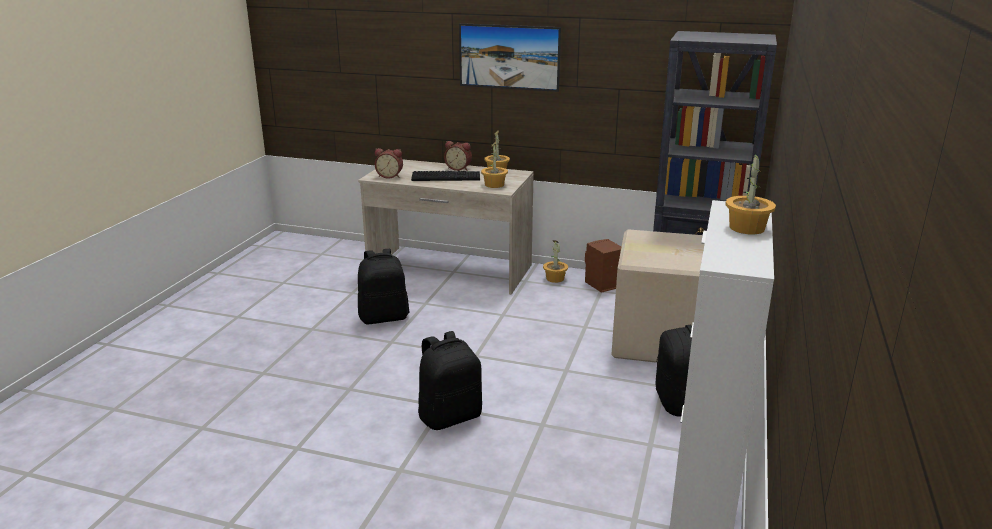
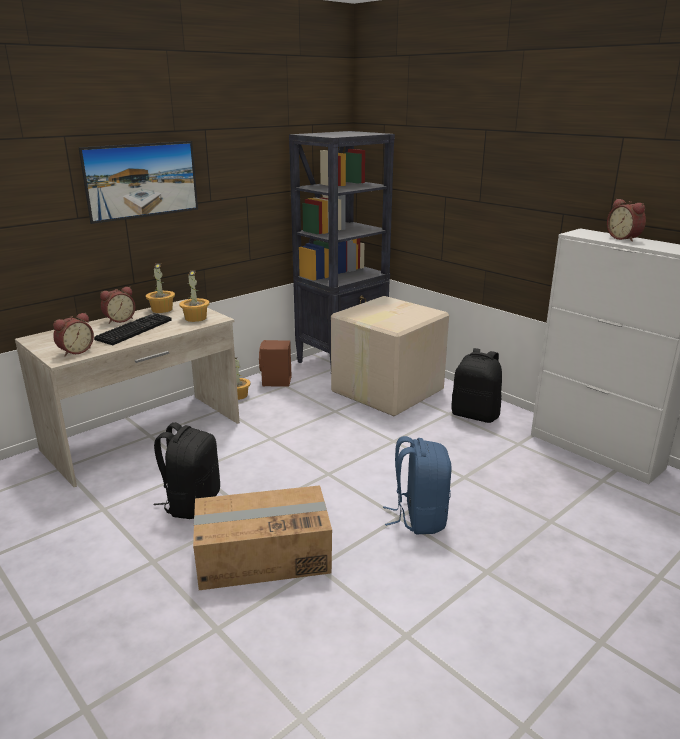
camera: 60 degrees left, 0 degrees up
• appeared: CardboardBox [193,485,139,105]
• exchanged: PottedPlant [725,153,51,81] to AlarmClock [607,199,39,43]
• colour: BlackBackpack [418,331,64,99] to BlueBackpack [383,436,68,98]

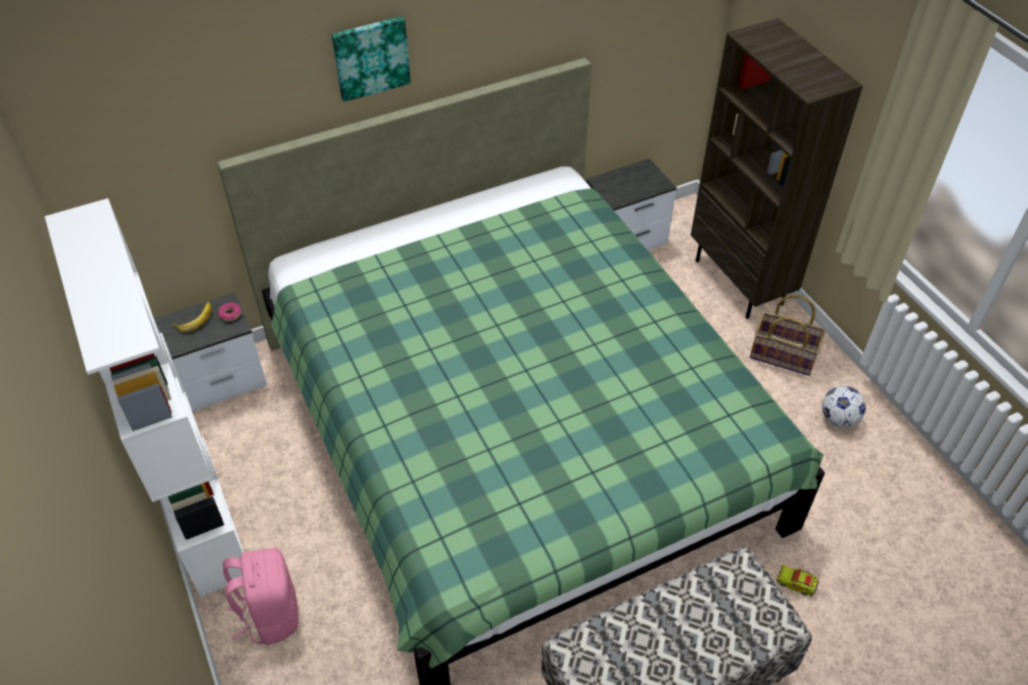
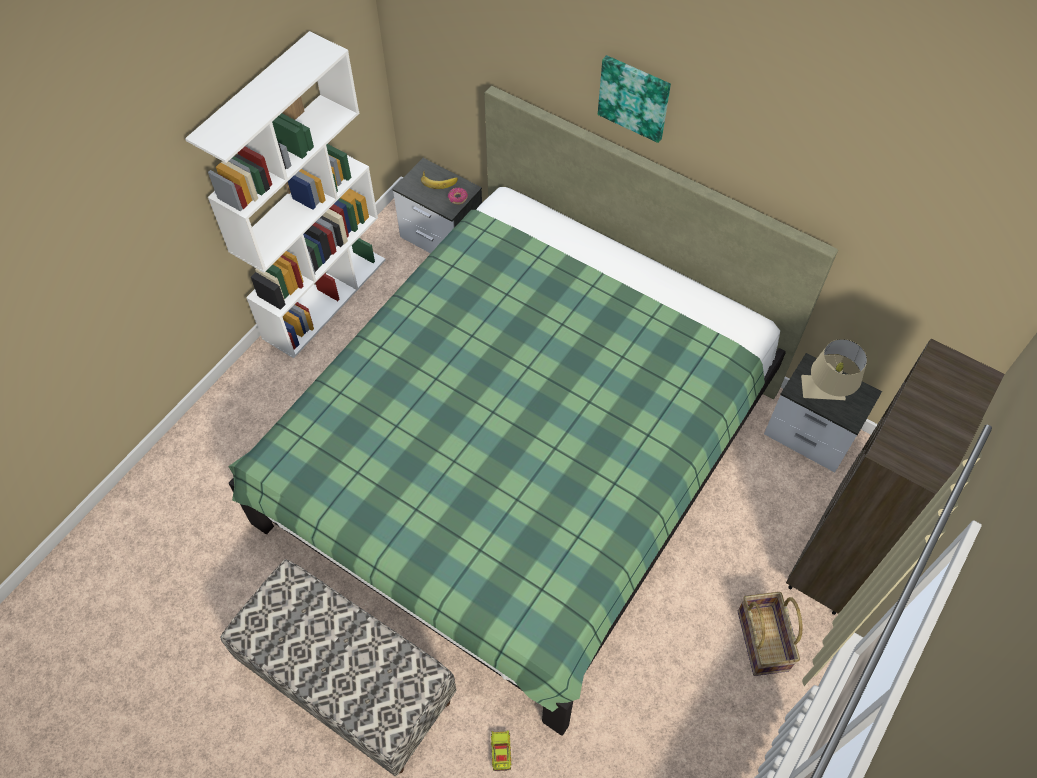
camera: 60 degrees right, 10 degrees up
• missing: PinkBackpack [223,548,76,97]
• missing: Football [822,386,44,42]
• appeared: BeigeTableLamp [801,339,66,61]

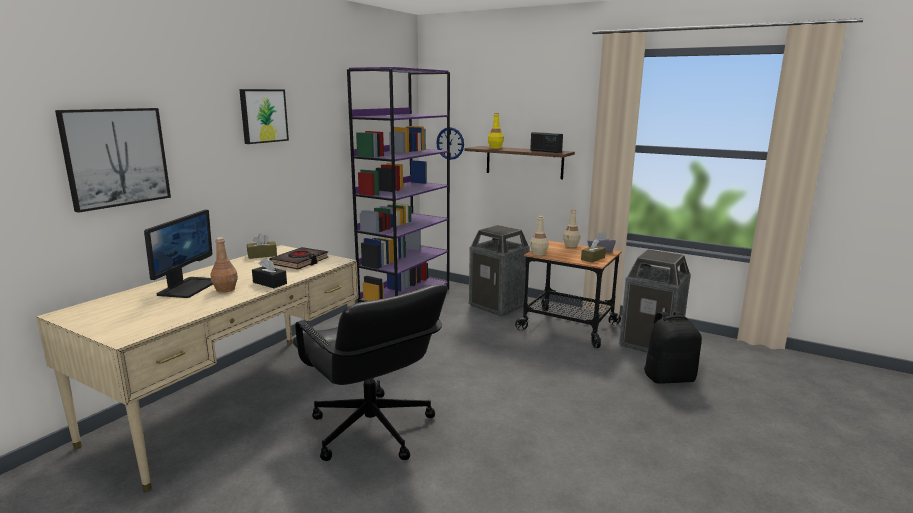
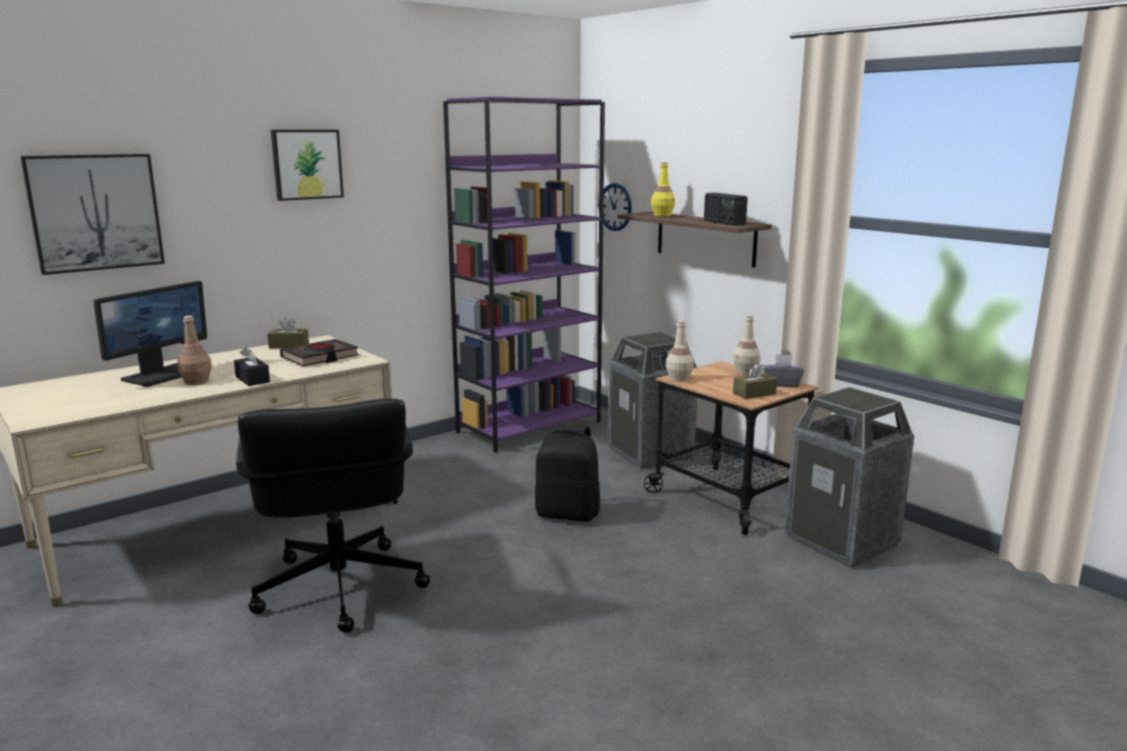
camera: 20 degrees right, 0 degrees up
• relocated: BlackBackpack [644,311,58,73] to [535,424,65,98]

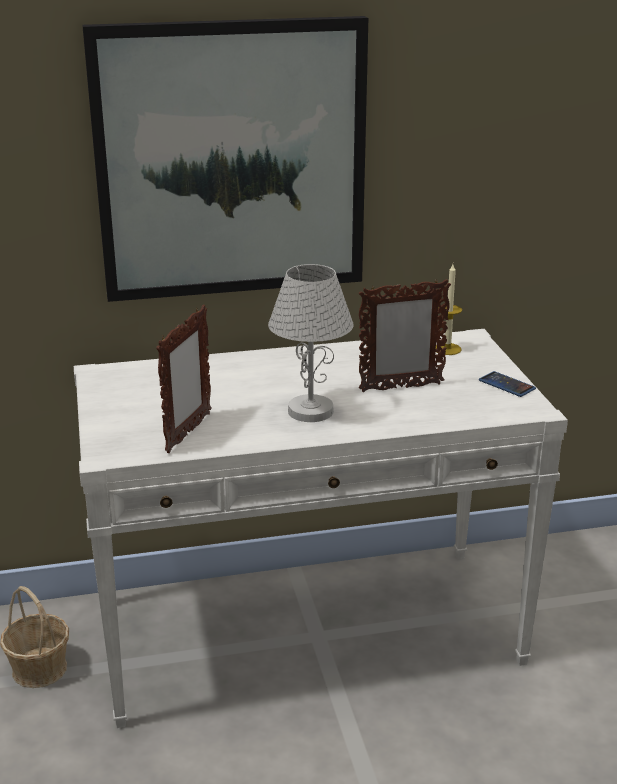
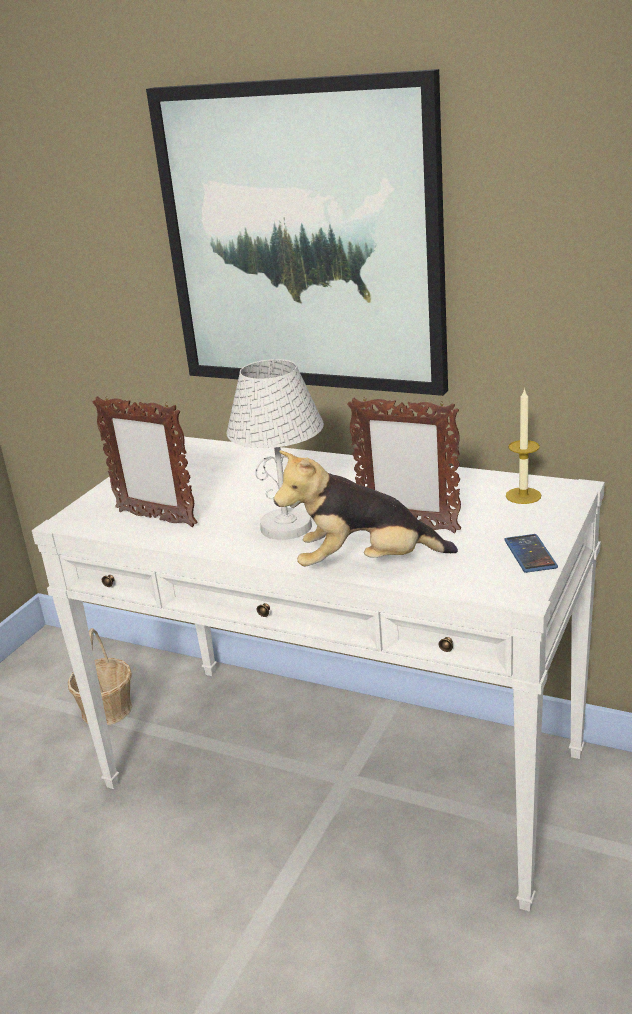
camera: 40 degrees right, 0 degrees up
• appeared: PlushToy [274,450,184,117]
• spun: PictureFrame [156,305,56,148] = [92,396,105,131] 60 degrees clockwise

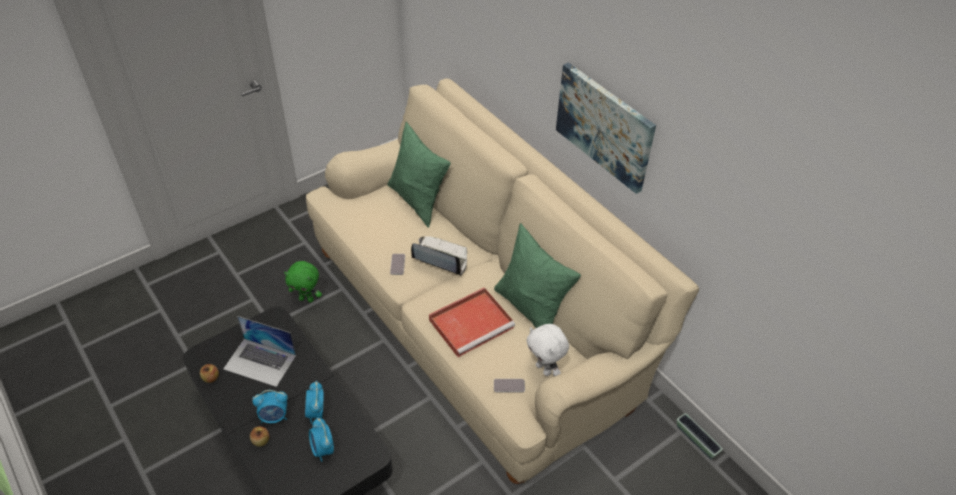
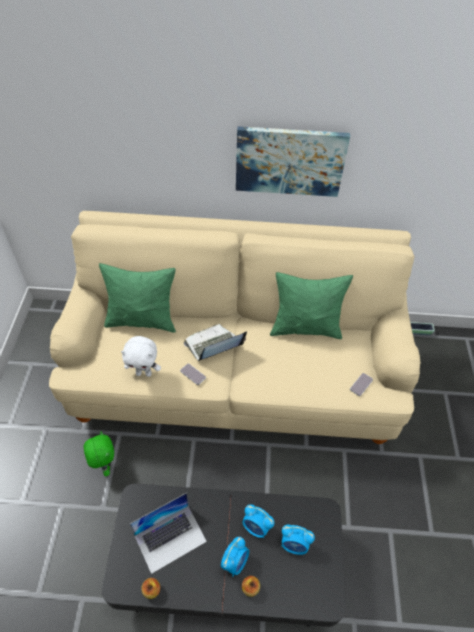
camera: 50 degrees left, 5 degrees up
• missing: RedTray [429,287,86,70]
• relocated: WhitePlushToy [526,324,43,52] to [121,336,40,41]
• spun: GreenPlushToy [284,261,38,42] = [83,432,31,44] 75 degrees counterclockwise

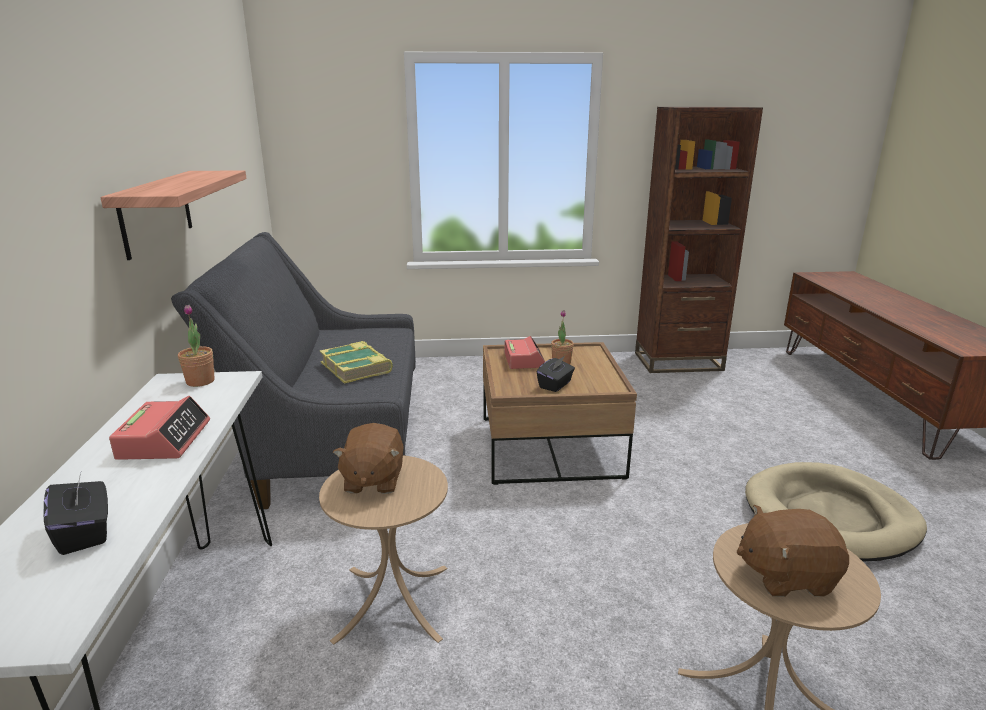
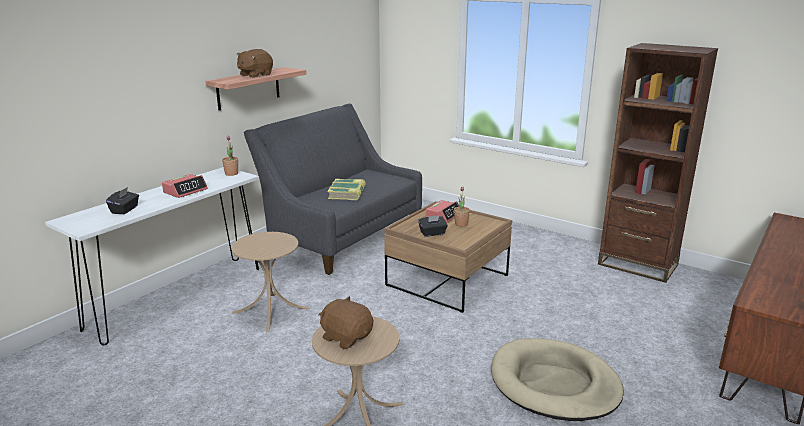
camera: 40 degrees right, 0 degrees up
• relocated: BrownPlushToy [333,423,70,71] to [237,49,36,29]

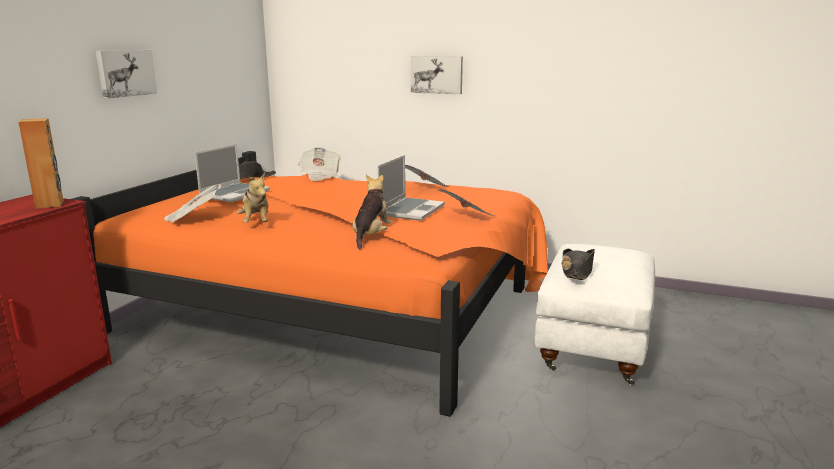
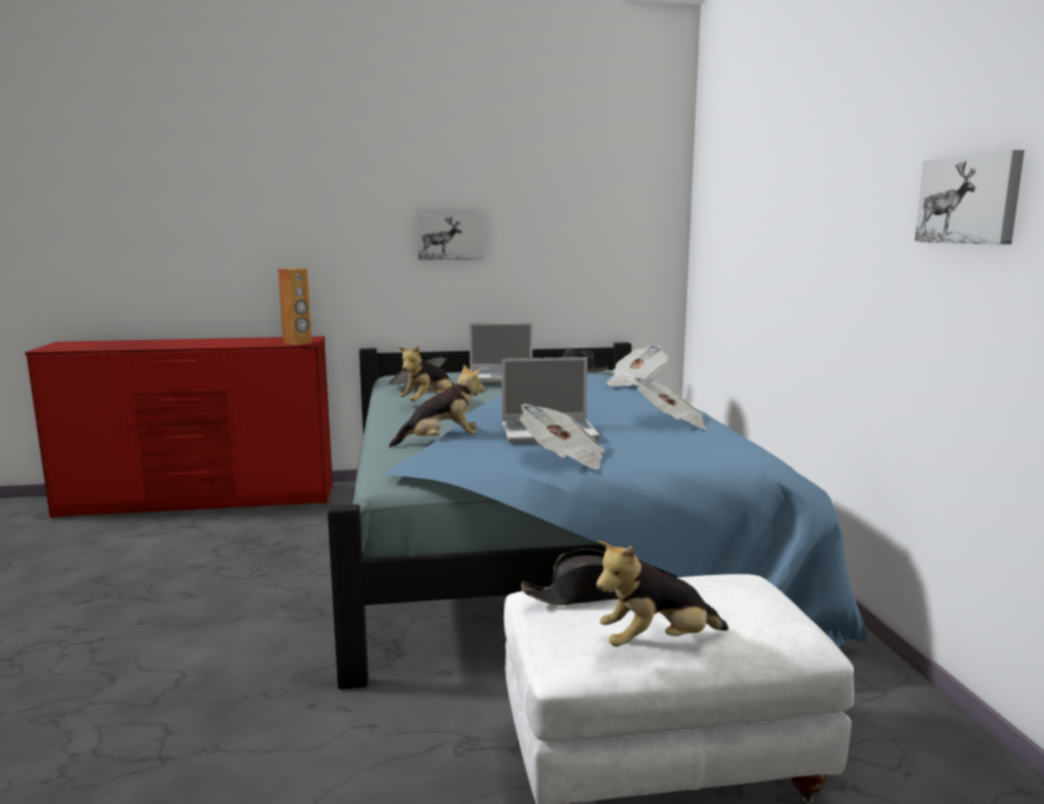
camera: 60 degrees right, 5 degrees down
• appeared: PlushToy [596,541,133,106]
• relocated: Picture [411,56,52,38] to [915,150,109,94]
• colour: OrangeBed [72,151,476,266] to BlueBed [328,342,539,348]

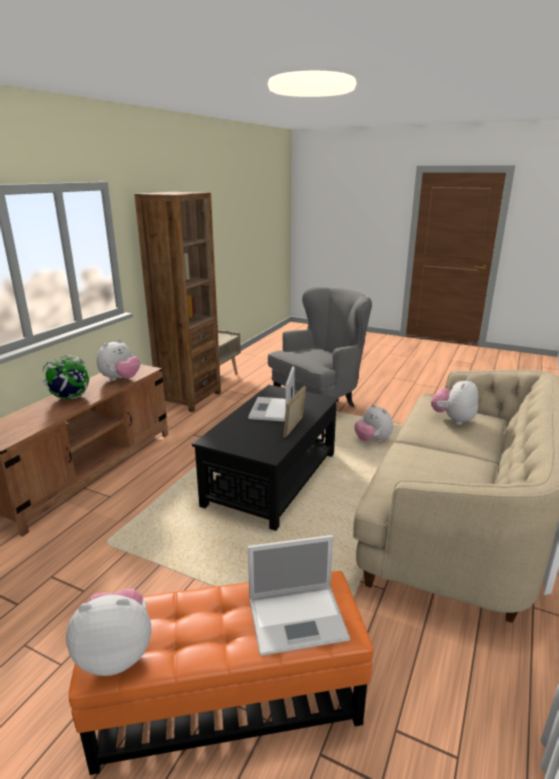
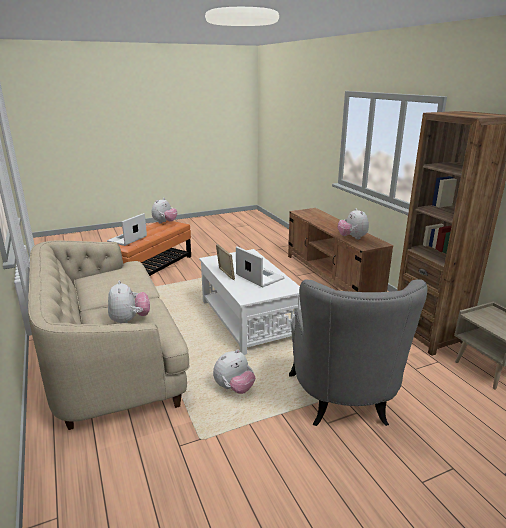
camera: 130 degrees right, 0 degrees up
• missing: Globe [42,355,48,44]
• colour: BlackCoffeeTable [192,385,147,146] to WhiteCoffeeTable [199,249,102,106]
• spun: PlushToy [354,404,39,38] = [213,349,42,45] 135 degrees clockwise

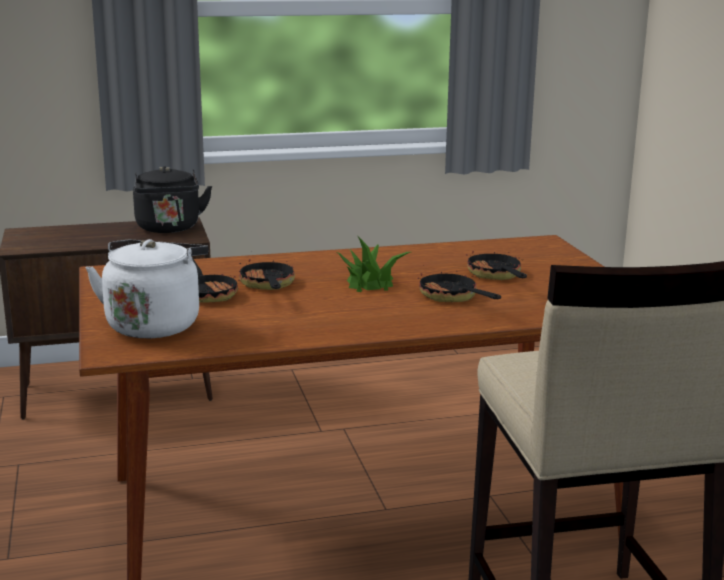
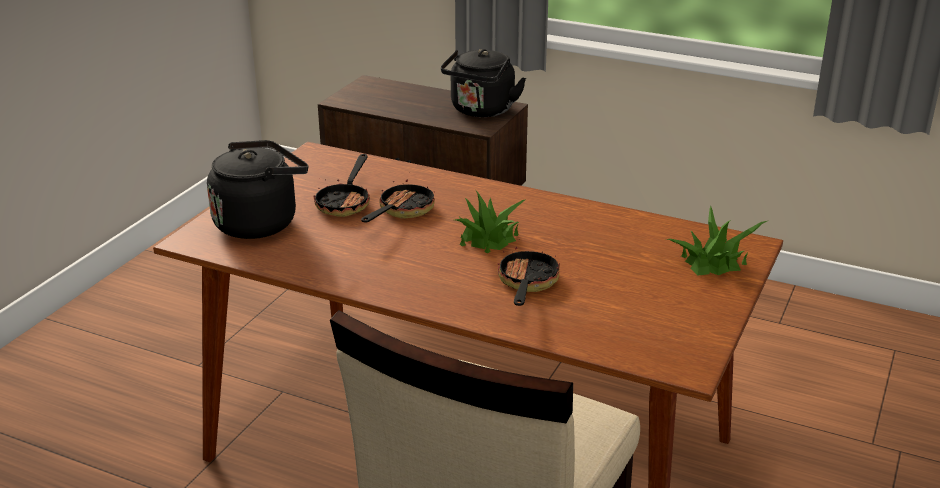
camera: 40 degrees right, 10 degrees up
• missing: FryingPan [466,243,61,37]
• appeared: PottedPlant [665,206,102,70]
• colour: WhiteKettle [86,239,123,99] to BlackKettle [207,140,101,99]

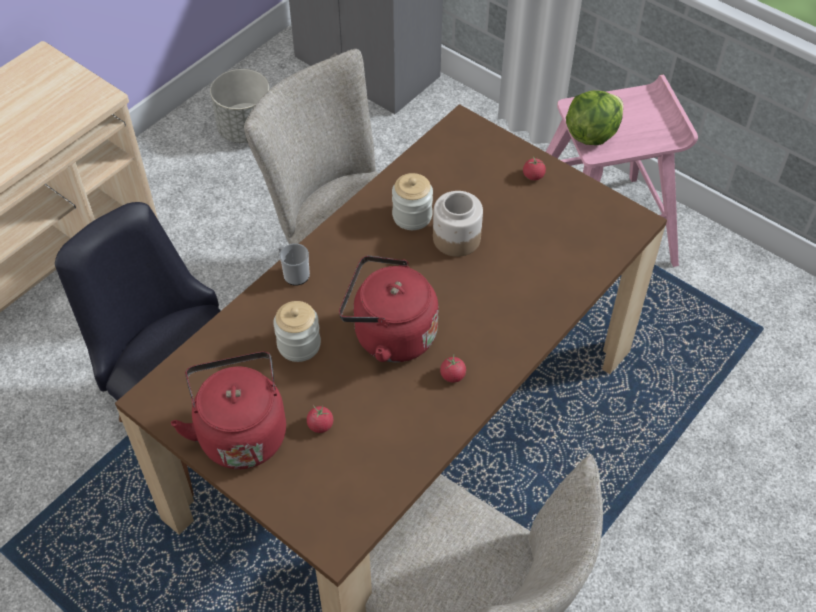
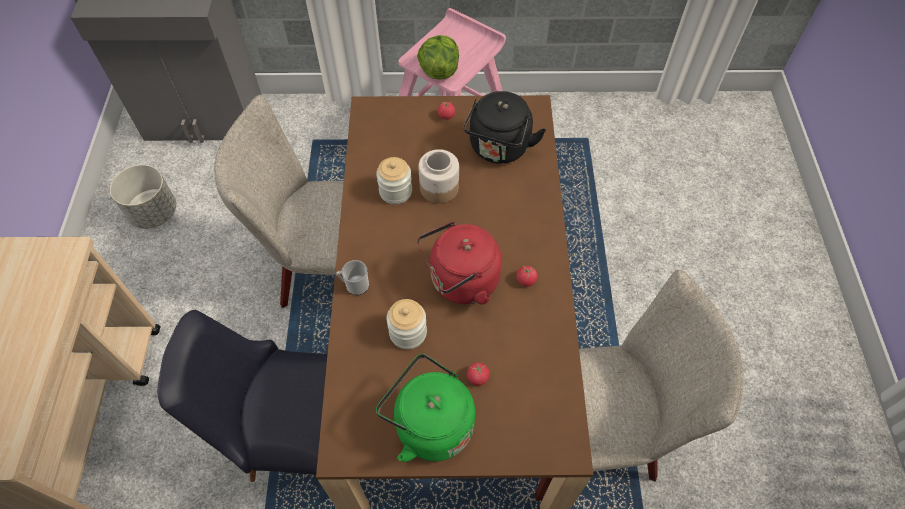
camera: 40 degrees left, 5 degrees up
• appeared: BlackKettle [463,91,83,73]
• colour: RedKettle [171,352,115,117] to GreenKettle [376,354,99,108]

